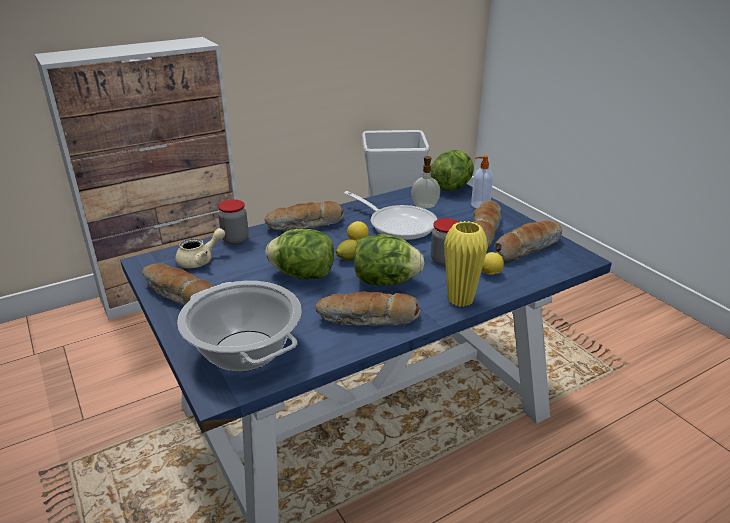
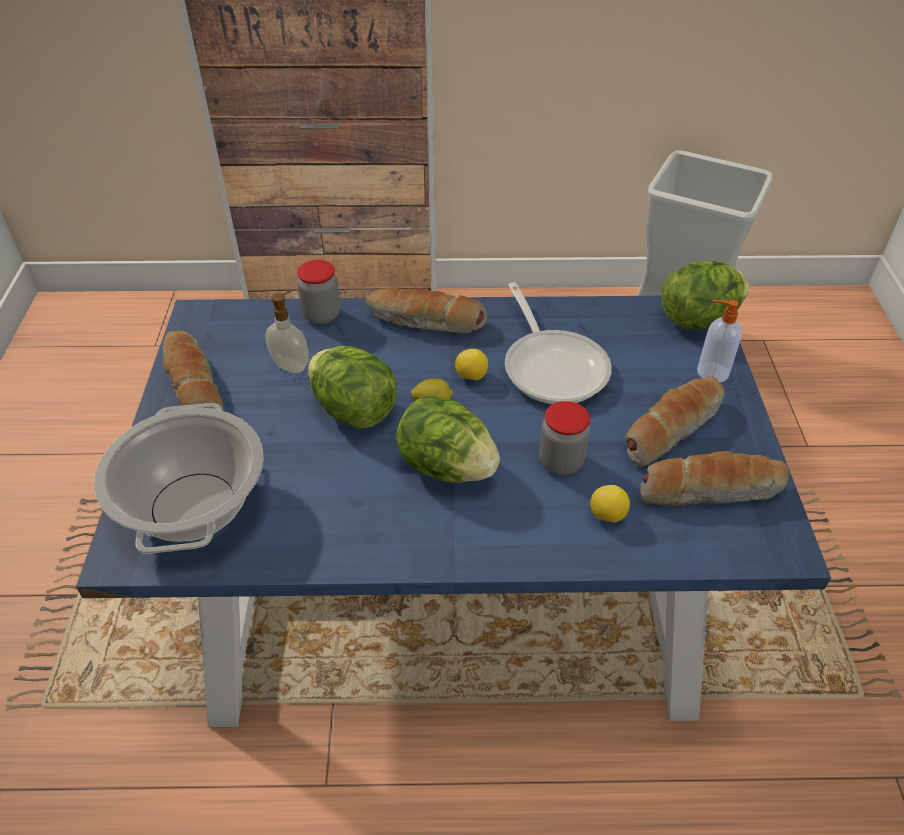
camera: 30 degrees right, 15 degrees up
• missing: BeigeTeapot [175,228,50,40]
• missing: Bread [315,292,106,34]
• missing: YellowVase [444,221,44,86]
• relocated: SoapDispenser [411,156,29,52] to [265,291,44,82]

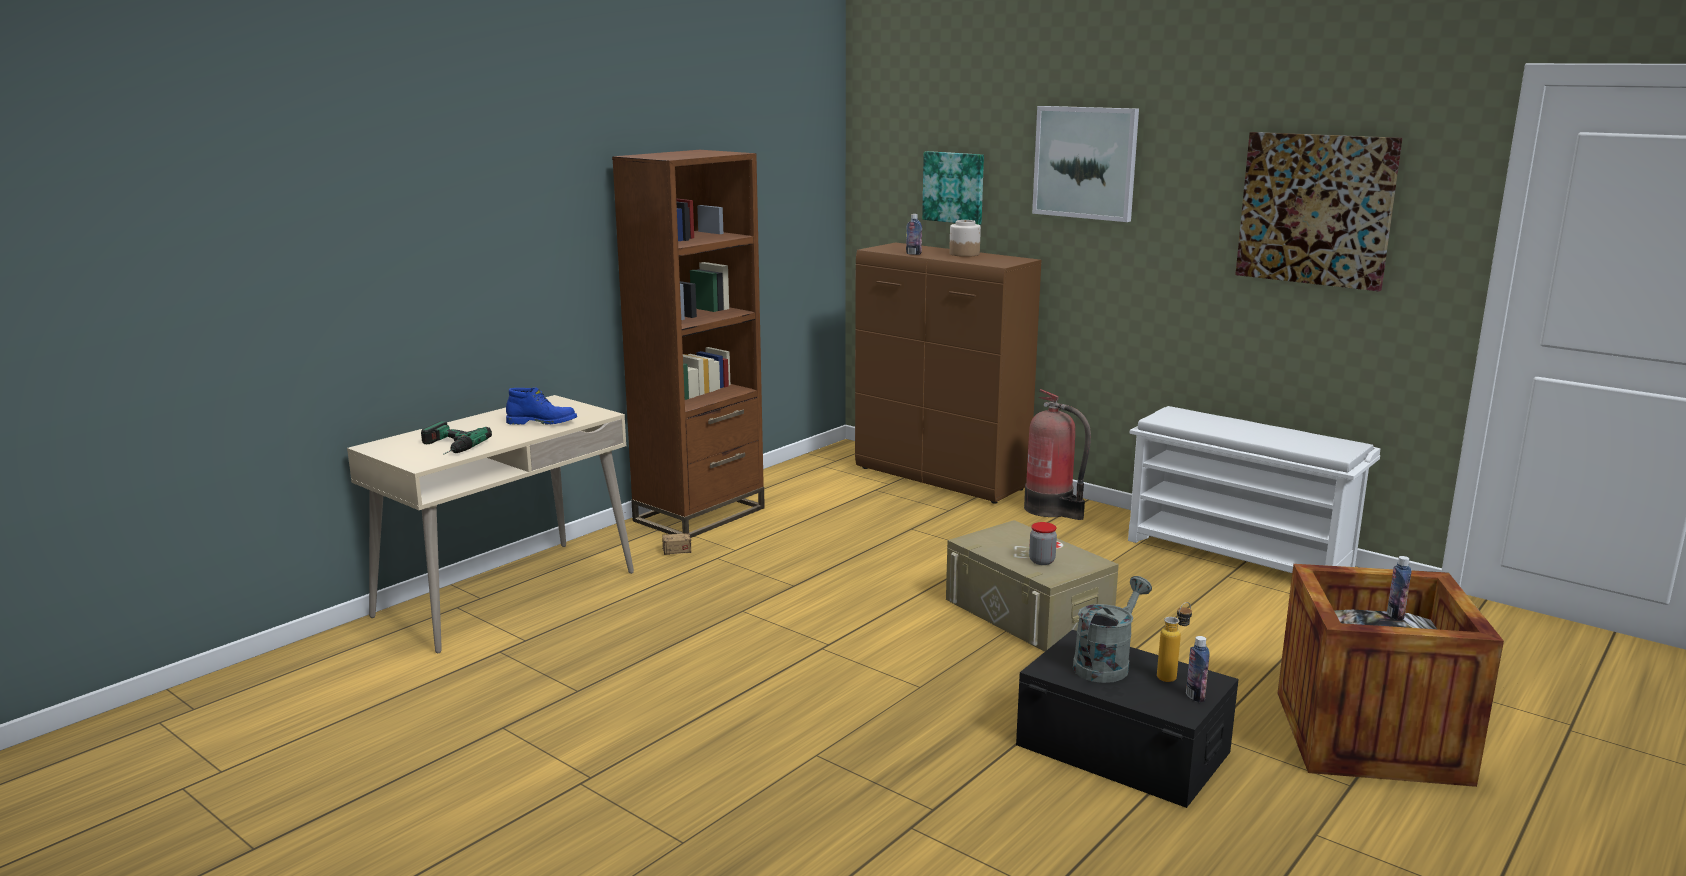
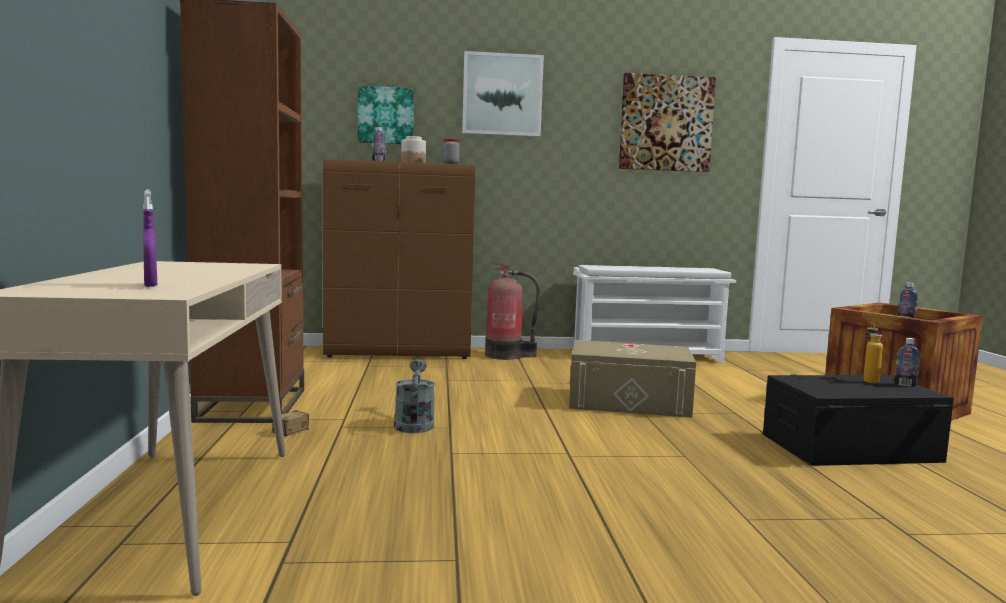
camera: 45 degrees left, 10 degrees down
• missing: BlueBoot [506,387,71,38]
• relocated: Jar [1029,522,28,43] to [443,138,17,26]
• relocated: GreyWateringCan [1073,576,79,107] to [394,359,41,74]
• exchanged: PowerDrill [421,421,71,34] to PurpleSprayBottle [143,189,14,98]

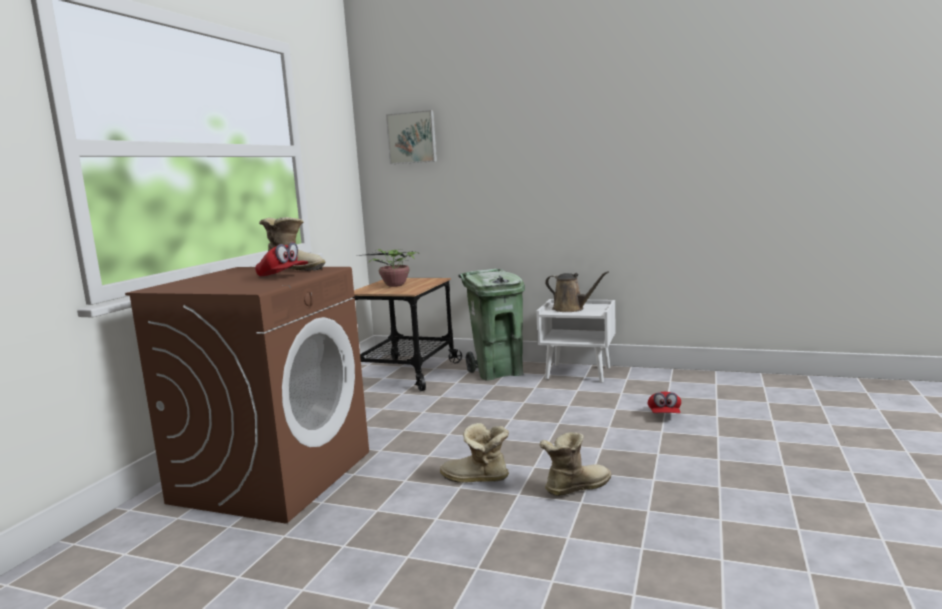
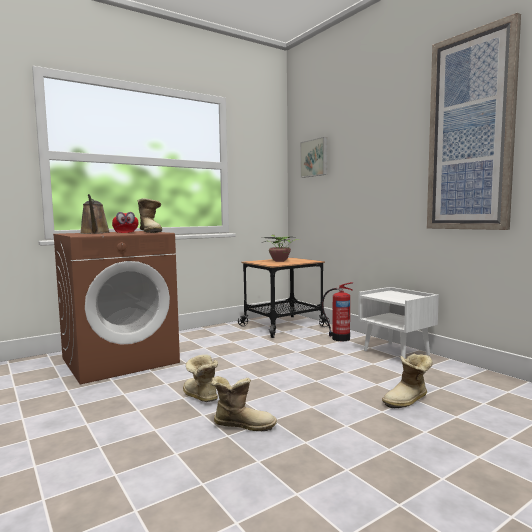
camera: 35 degrees right, 5 degrees down
• appeared: Picture [427,13,94,217]
• relocated: BrownWateringCan [545,271,64,41] to [80,194,30,40]
• exchanged: GreenTrashCan [458,269,67,112] to FireExtinguisher [322,282,31,59]
• exchanged: RedCap [648,392,33,21] to Boot [382,354,51,54]

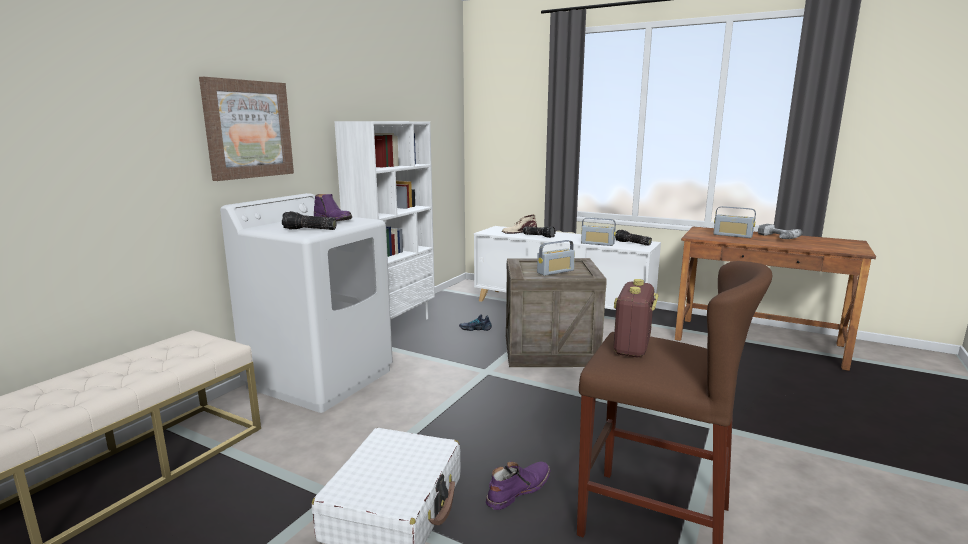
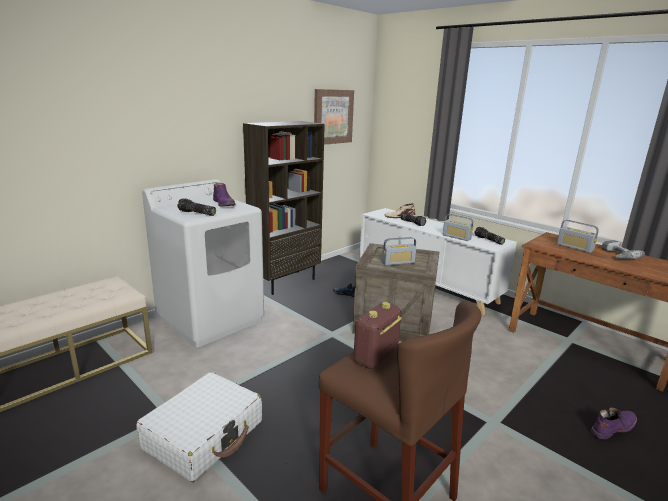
camera: 15 degrees right, 5 degrees up
• relocated: Picture [199,77,95,104] to [314,89,40,56]
• relocated: PurpleBoot [486,461,65,49] to [591,407,46,33]
• colour: WhiteBookcase [334,121,101,198] to BrownBookcase [243,121,82,174]

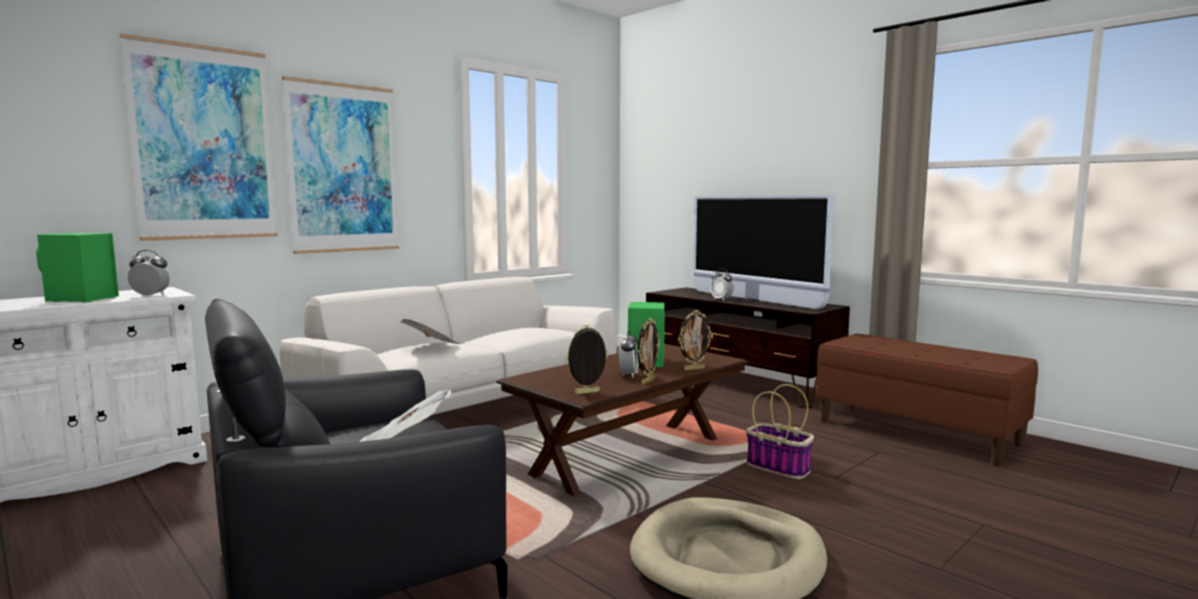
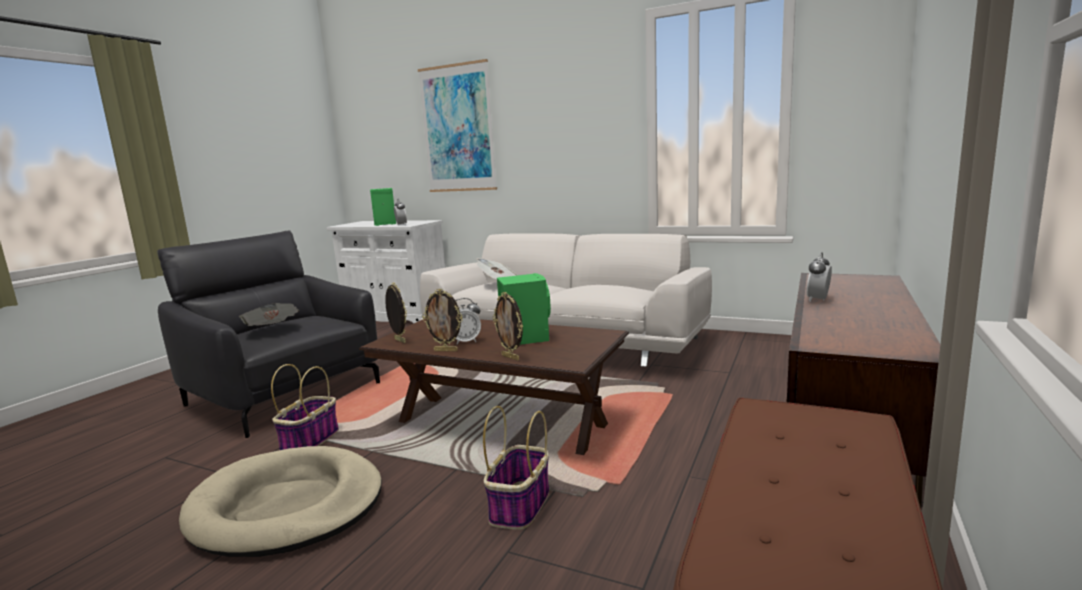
camera: 70 degrees right, 5 degrees up
• missing: Picture [282,76,117,178]
• missing: Television [693,194,142,116]
• appeared: Basket [271,364,68,86]

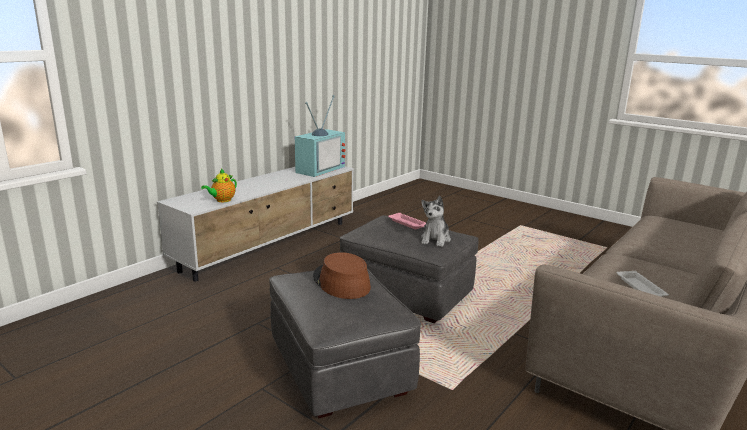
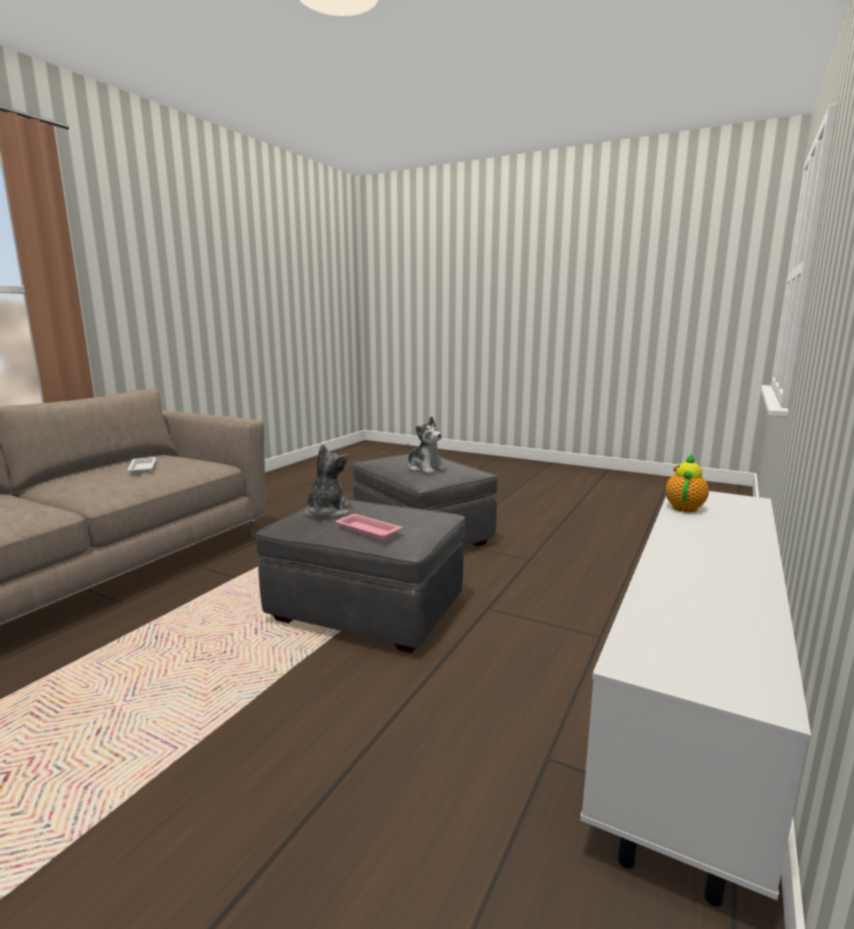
camera: 170 degrees right, 5 degrees down
• missing: Television [295,95,50,82]
• exchanged: BrownHat [313,252,58,47] to PlushToy [407,416,39,58]

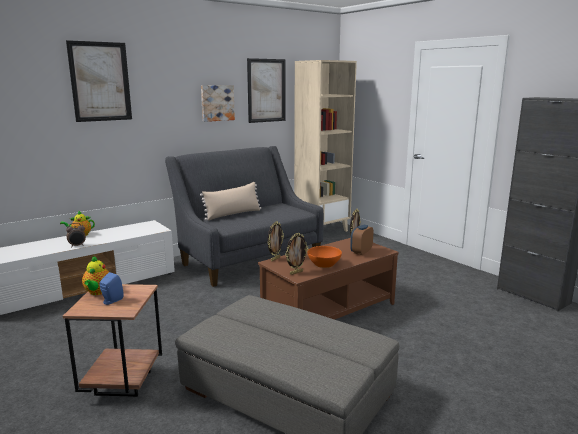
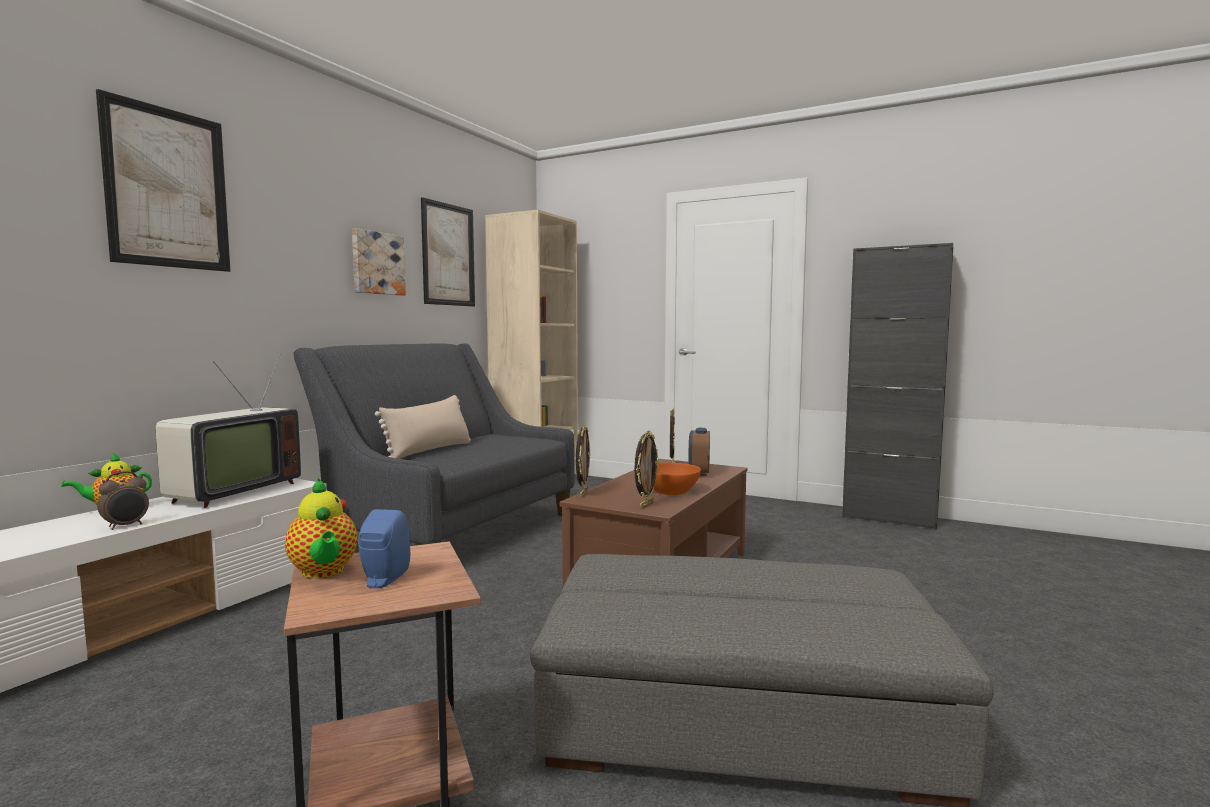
camera: 25 degrees left, 10 degrees down
• appeared: Television [155,353,146,155]

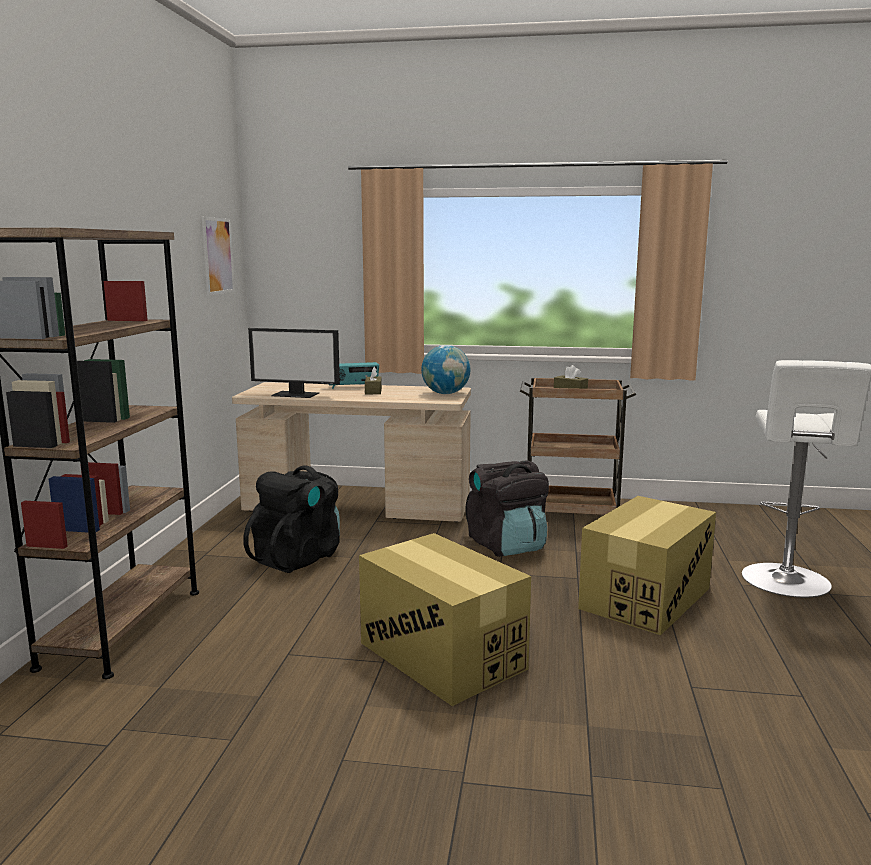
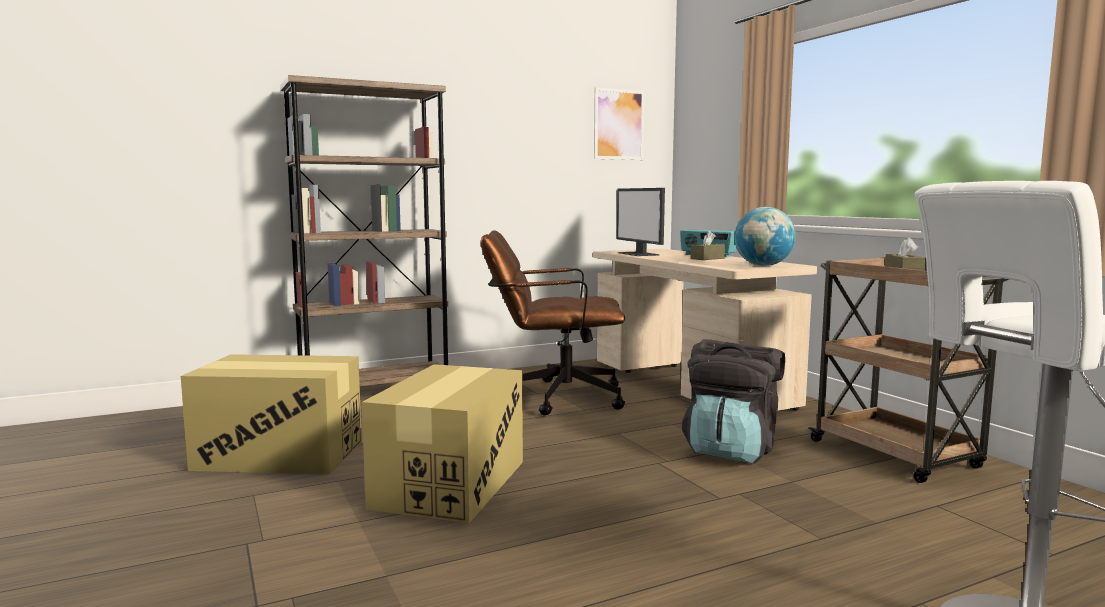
camera: 55 degrees right, 5 degrees down
• relocated: CardboardBox [578,496,138,139] to [181,354,181,120]
• exchanged: BlackBackpack [243,466,97,107] to BrownOfficeChair [480,230,145,185]

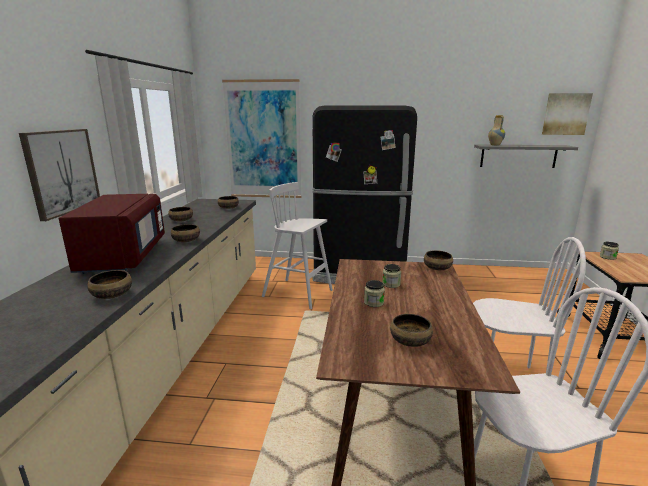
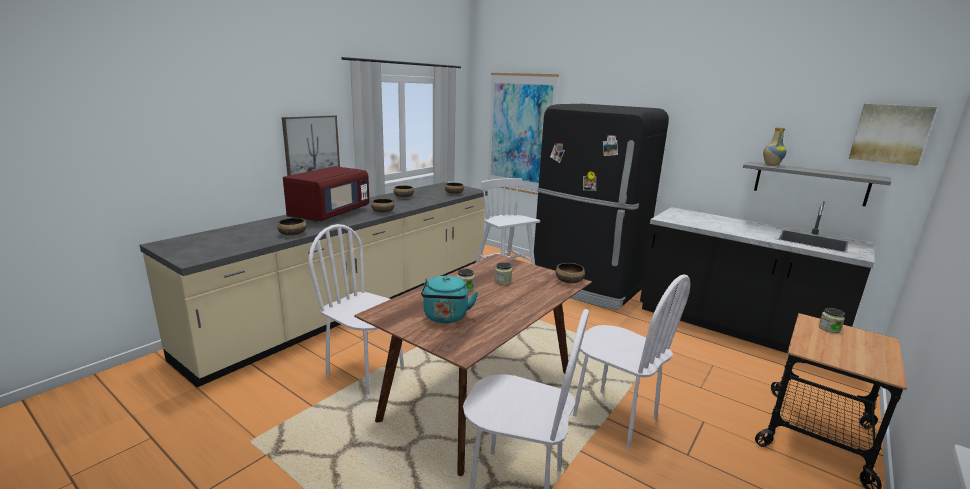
camera: 30 degrees right, 0 degrees up
• appeared: WhiteChair [308,224,96,170]
• appeared: BlackCounter [640,201,235,152]
• exchanged: Bowl [390,314,43,33] to TurquoiseKettle [421,276,57,47]

